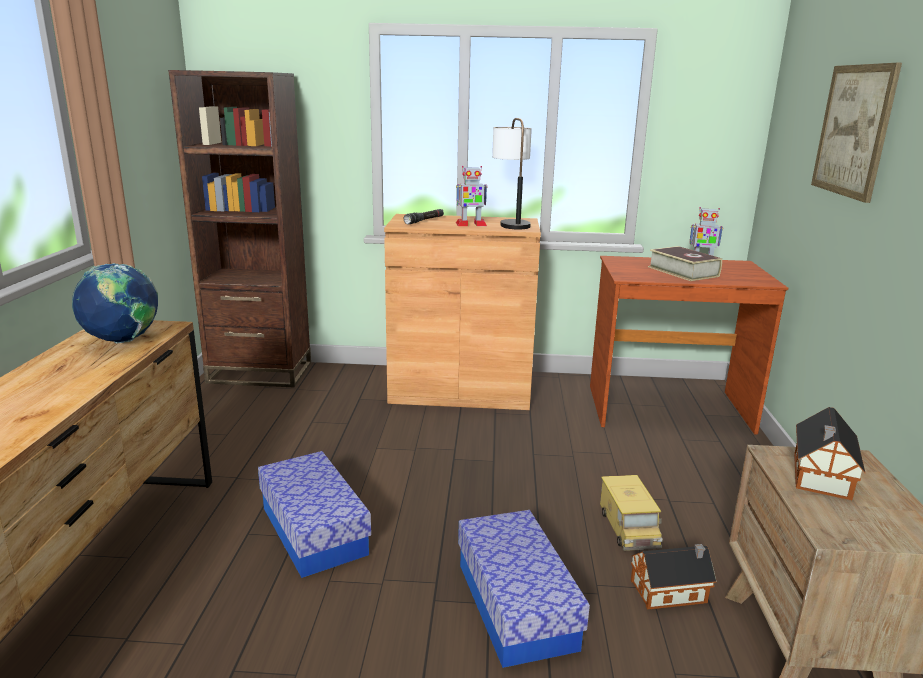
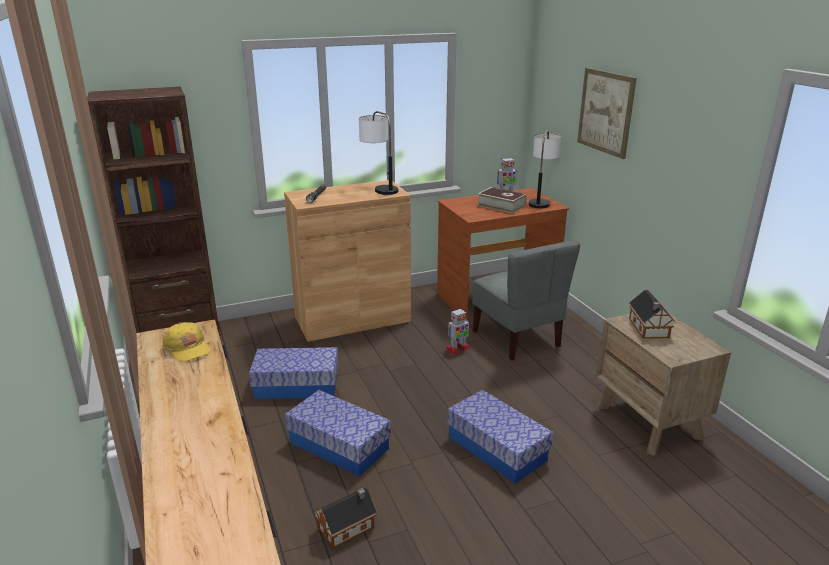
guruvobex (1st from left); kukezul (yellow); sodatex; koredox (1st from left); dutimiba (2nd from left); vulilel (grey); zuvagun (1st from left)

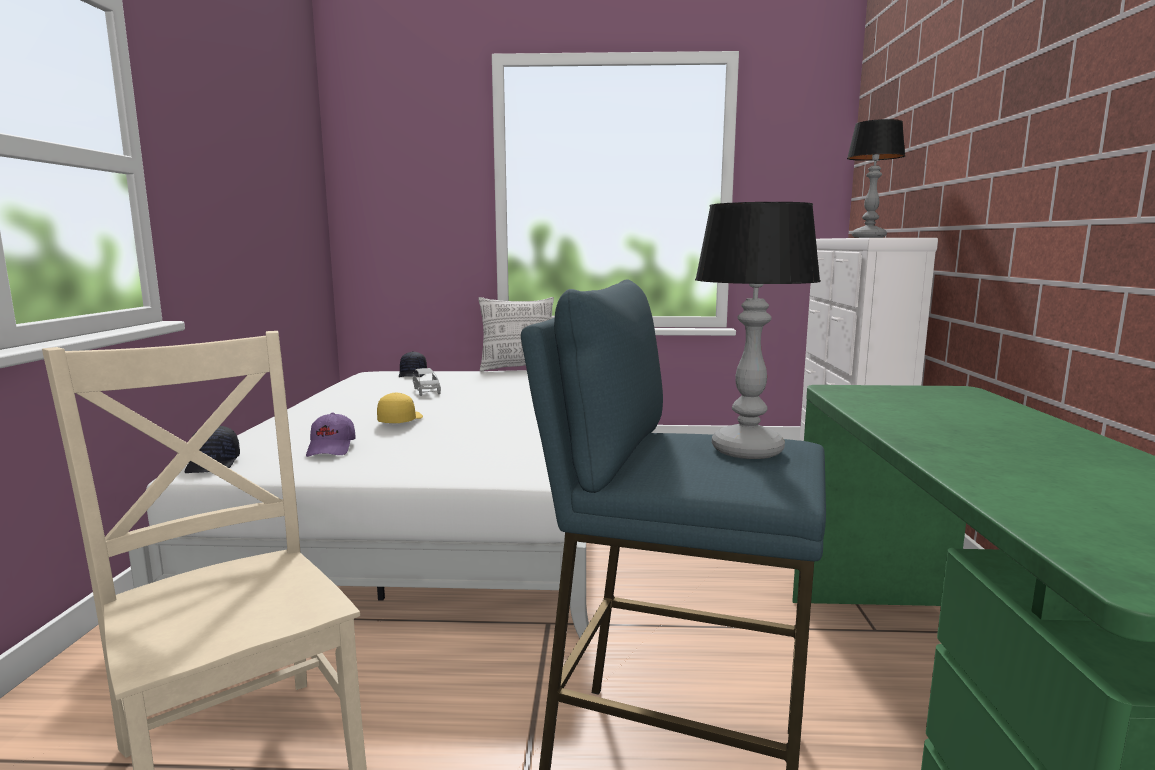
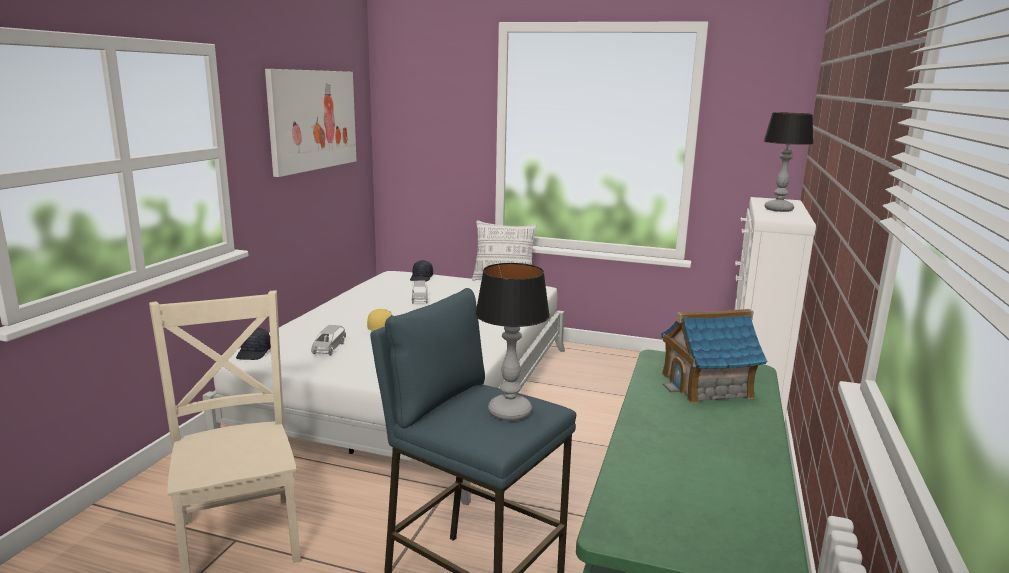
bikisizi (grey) (1st from left); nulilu; koredox

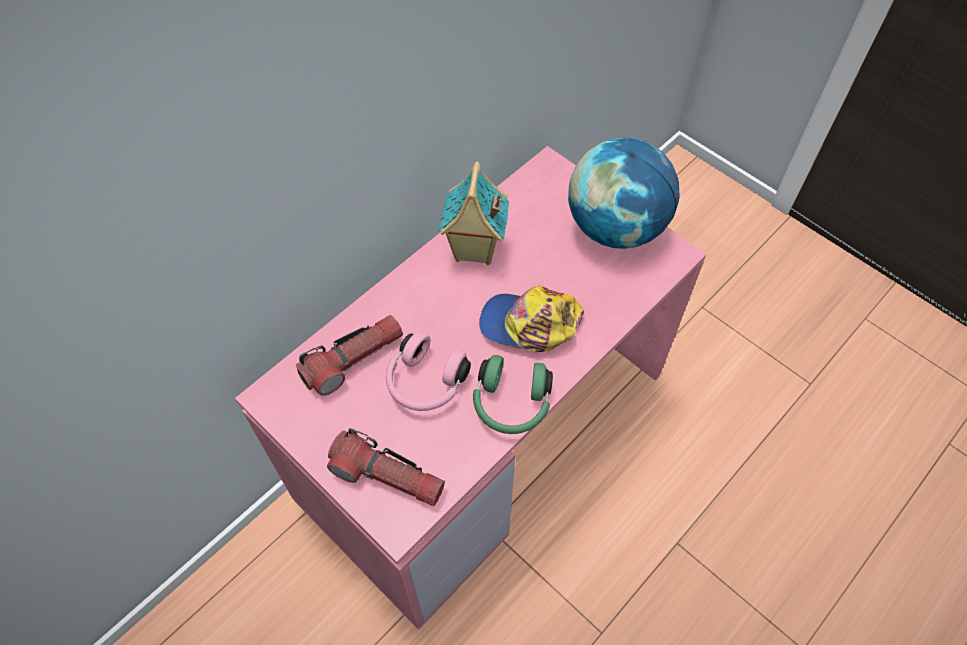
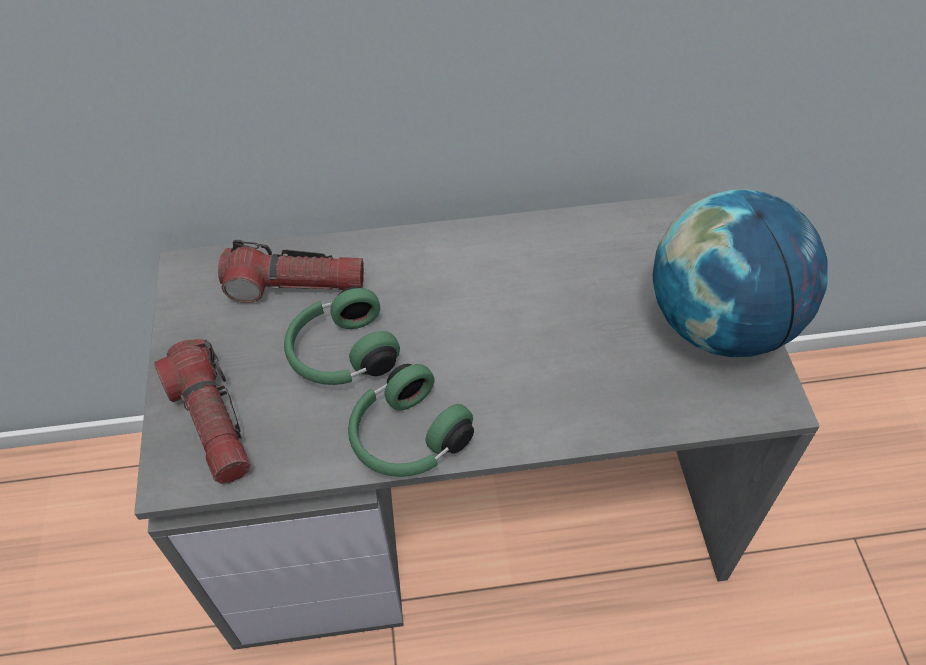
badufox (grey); koredox; kukezul; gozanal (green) (1st from left)

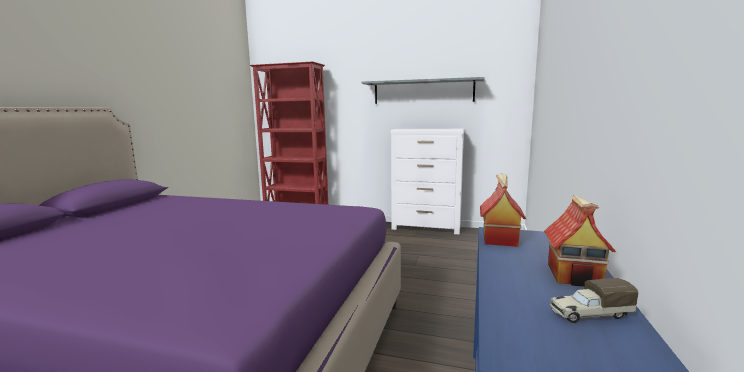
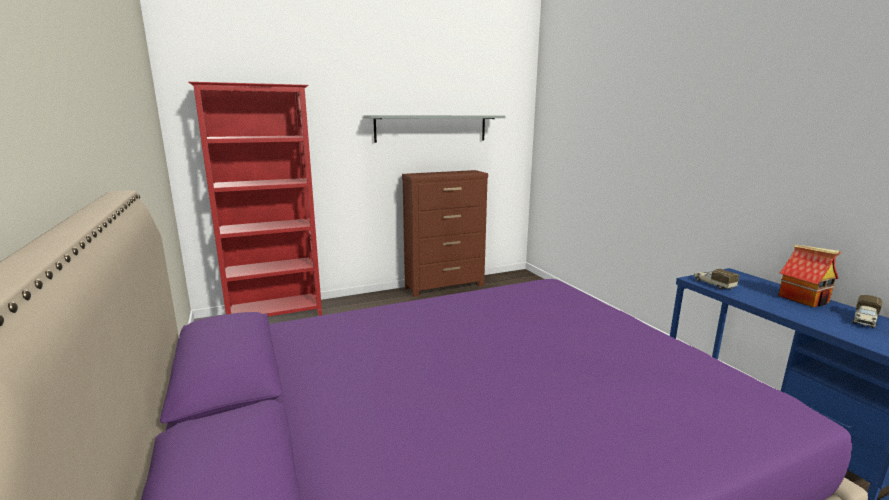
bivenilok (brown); sodatex (1st from left)

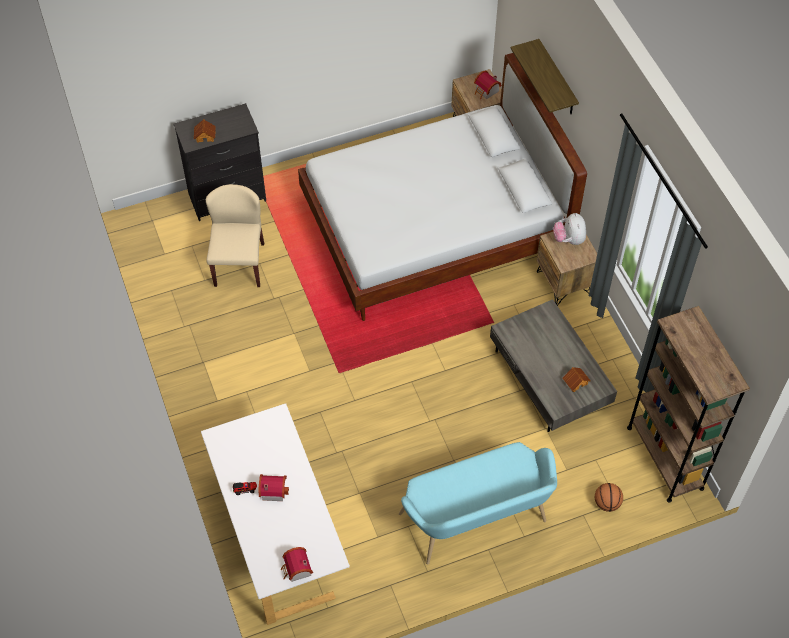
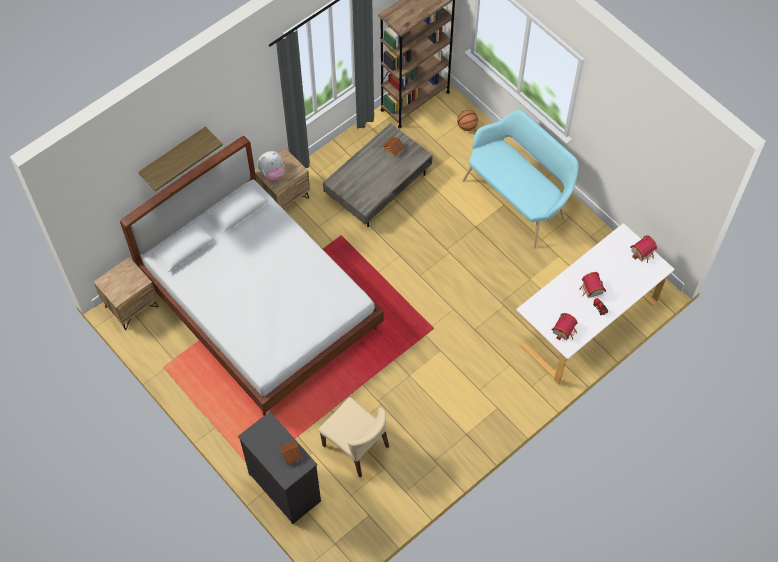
koredox (3rd from left); vulilel (beige)

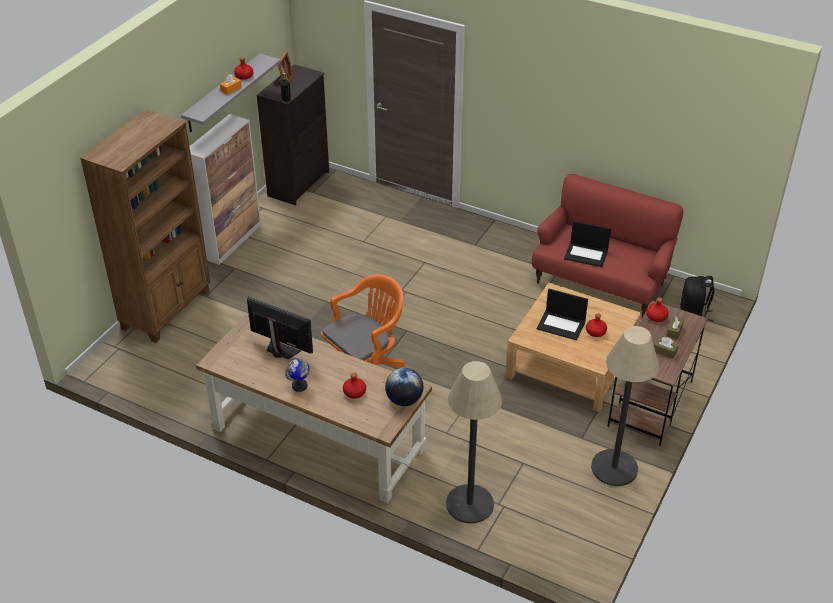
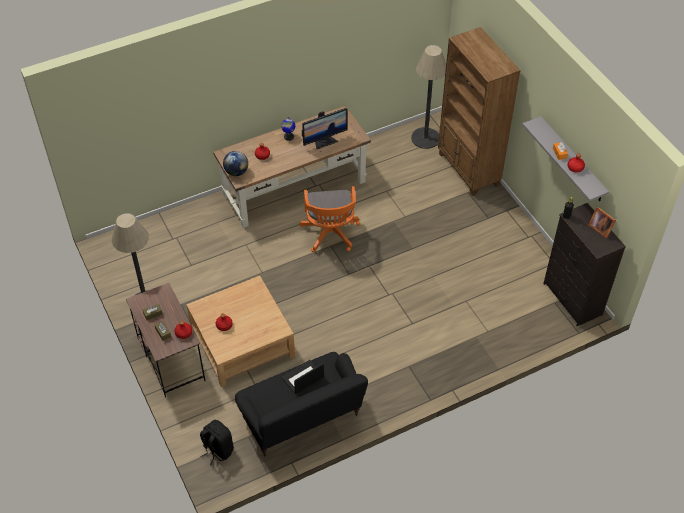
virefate; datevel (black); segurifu (1st from left in the first image); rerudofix (2nd from left)

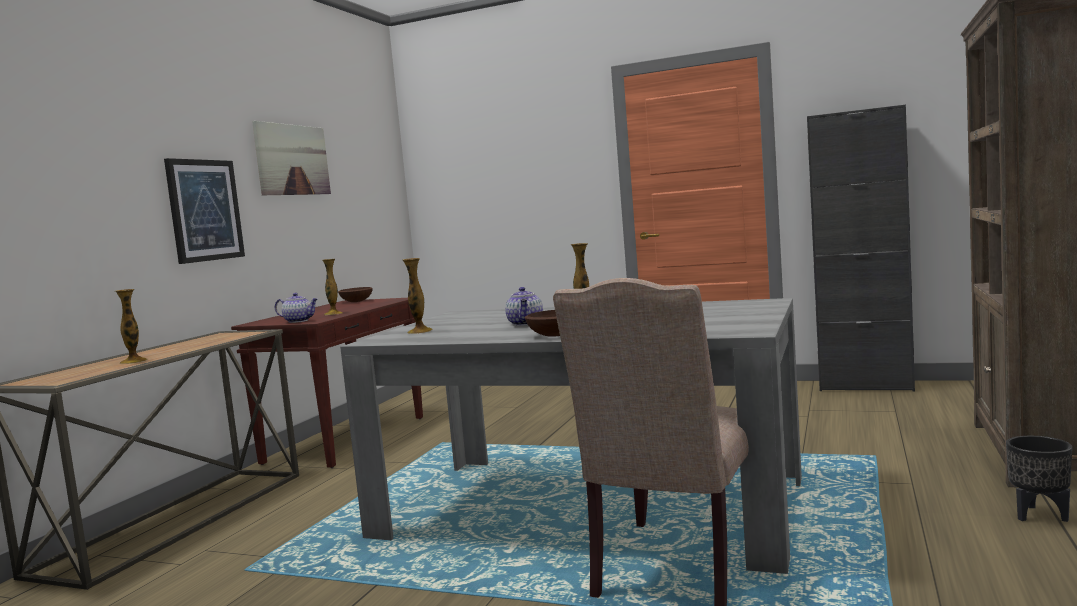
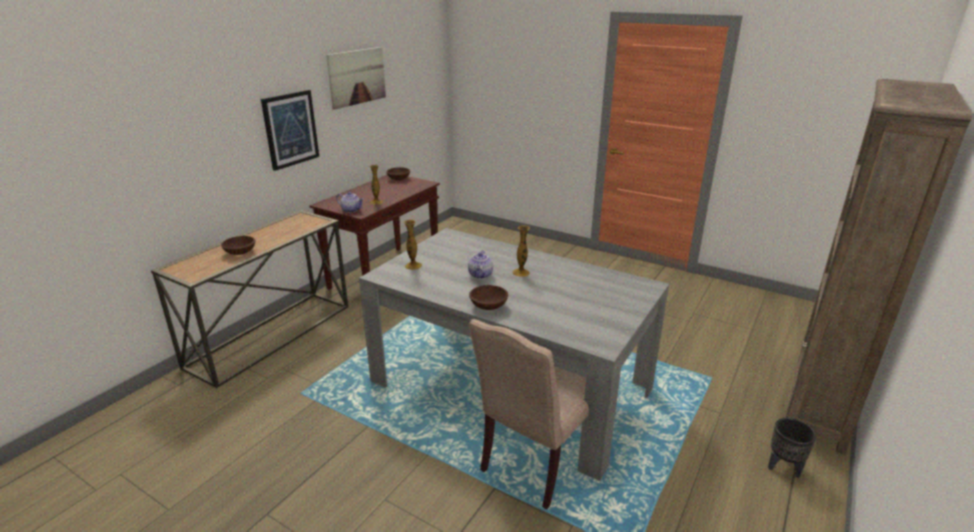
virefate (black); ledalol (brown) (1st from left)

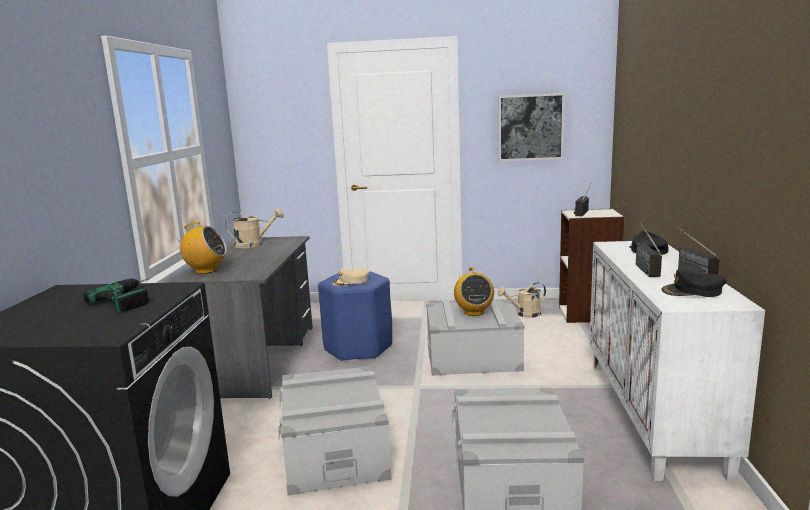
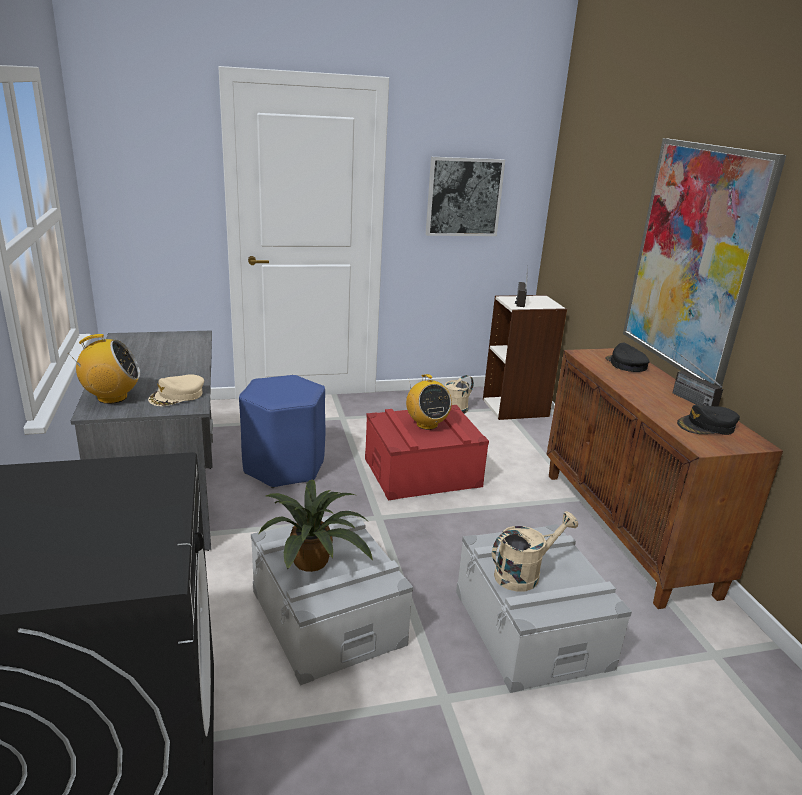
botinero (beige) (2nd from left); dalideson (4th from left in the first image); virefate (brown); kukezul (beige); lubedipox; zuvagun (red); nulilu (2nd from left); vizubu

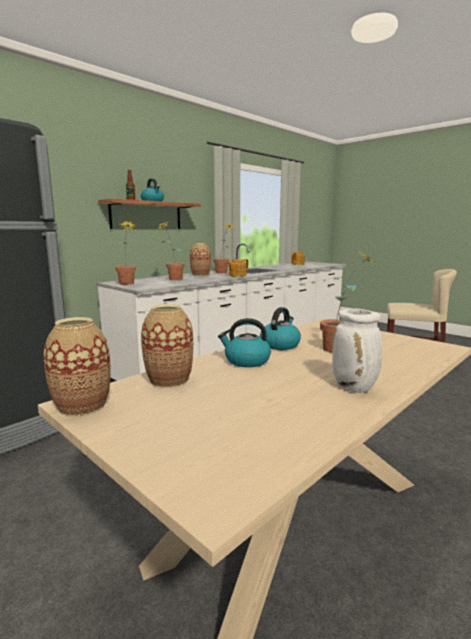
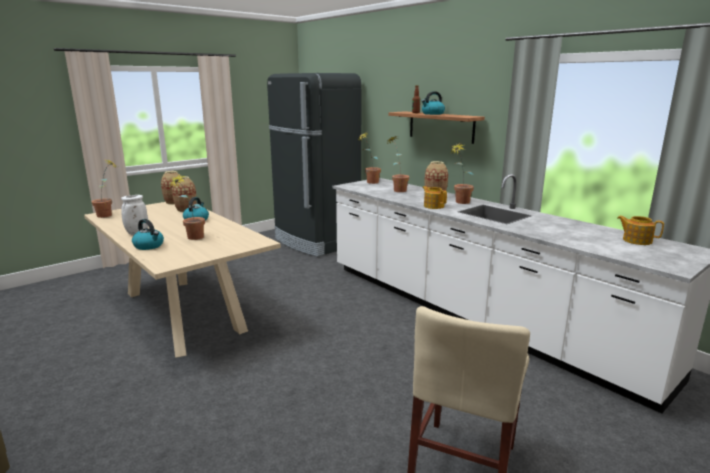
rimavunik (1st from left); vizubu (1st from left)

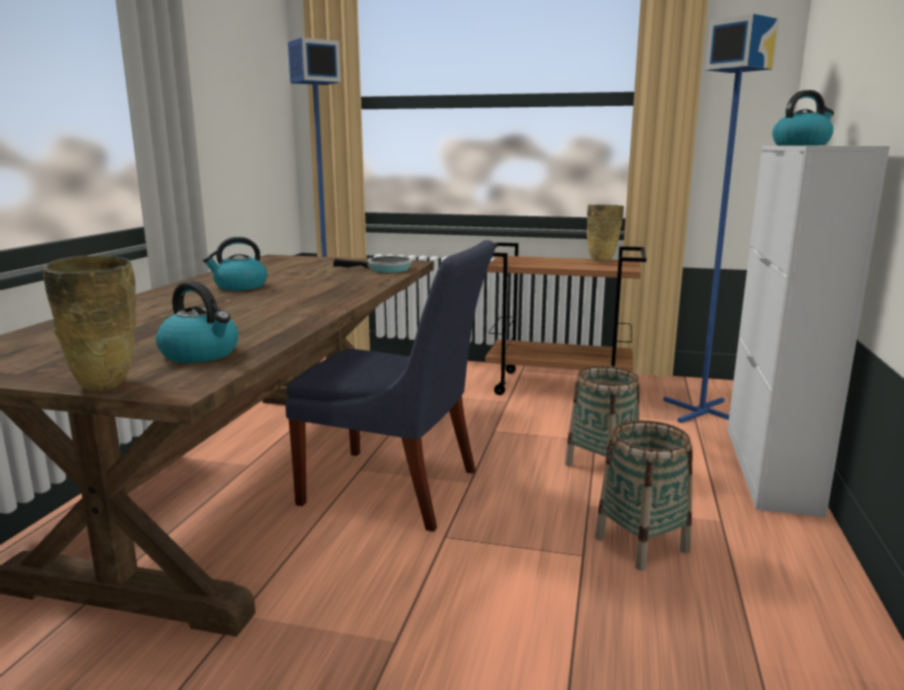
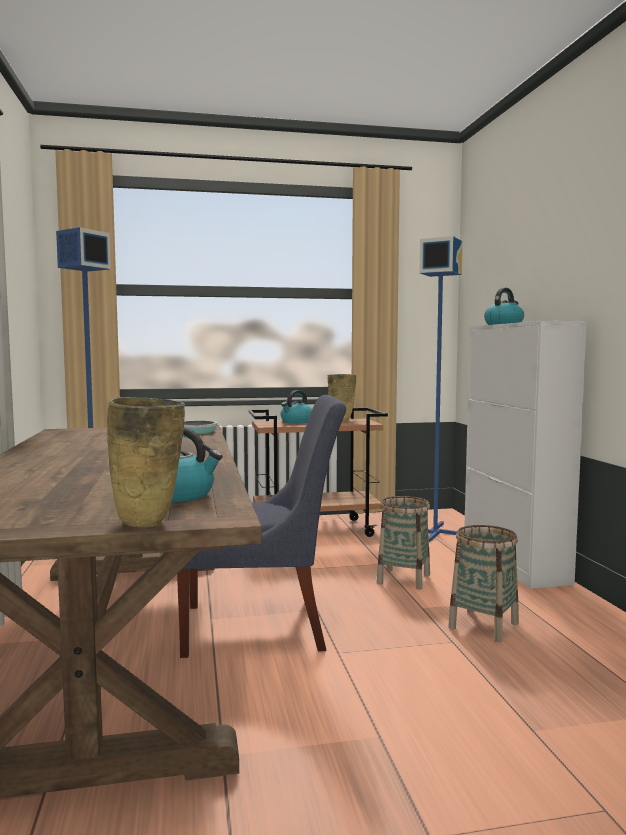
rimavunik (2nd from left)

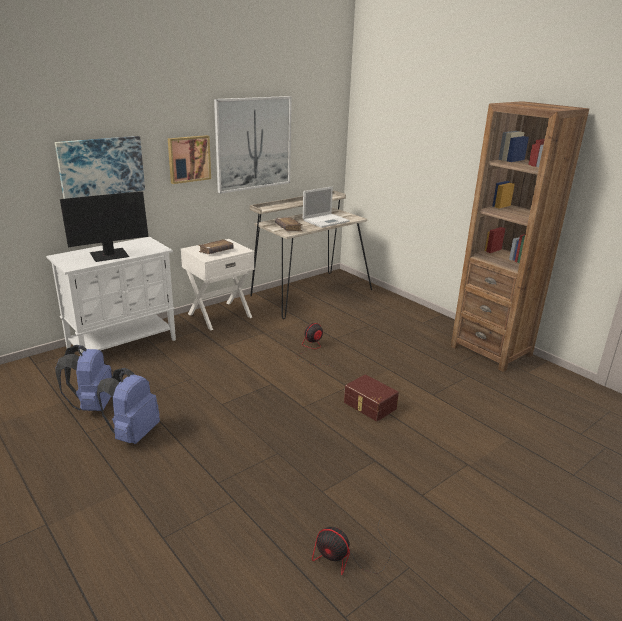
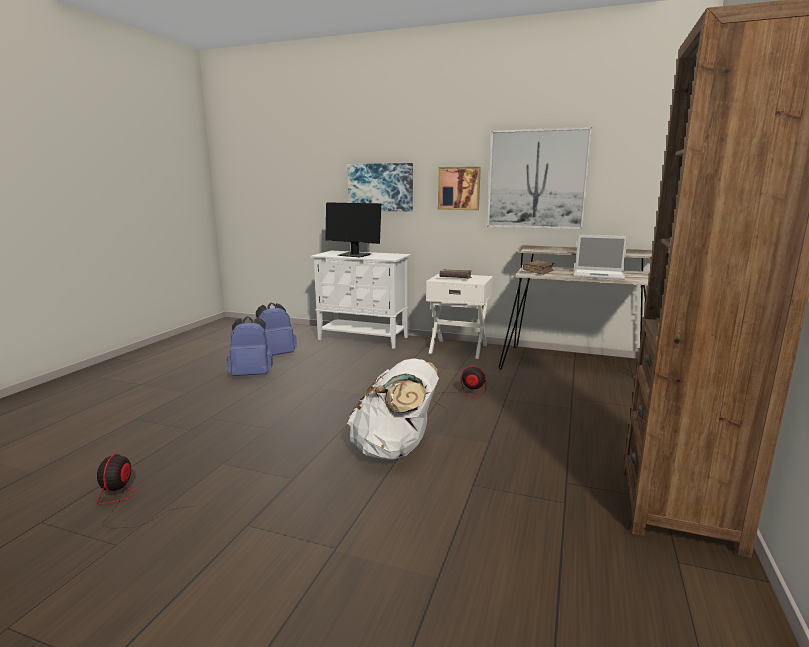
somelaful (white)

